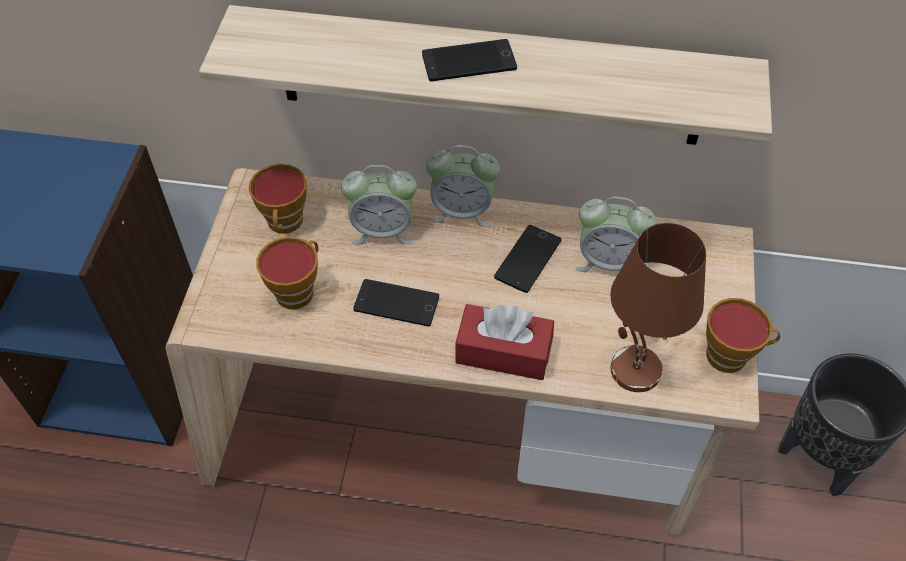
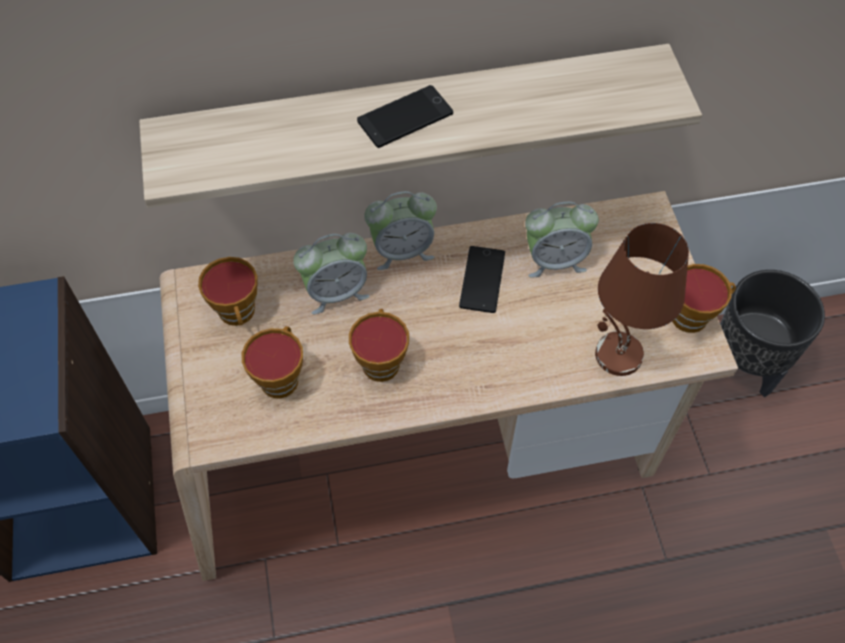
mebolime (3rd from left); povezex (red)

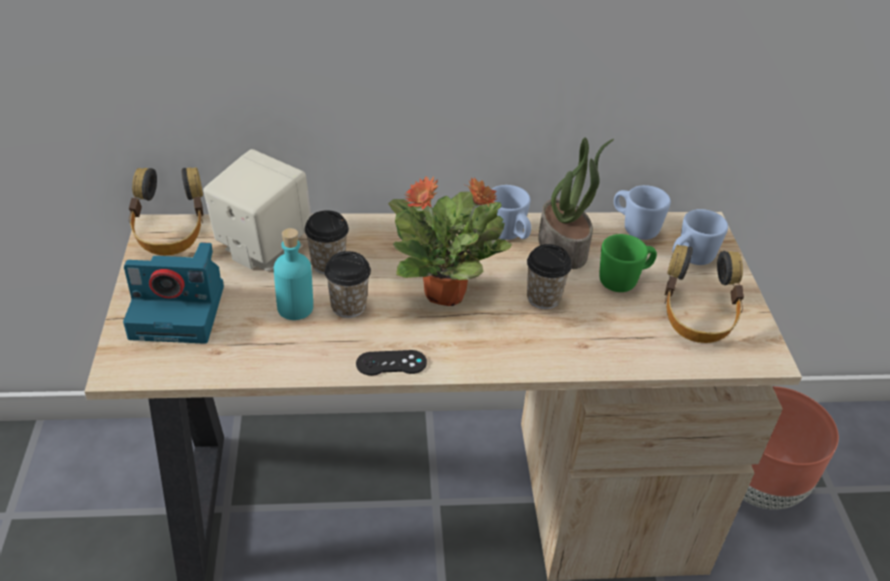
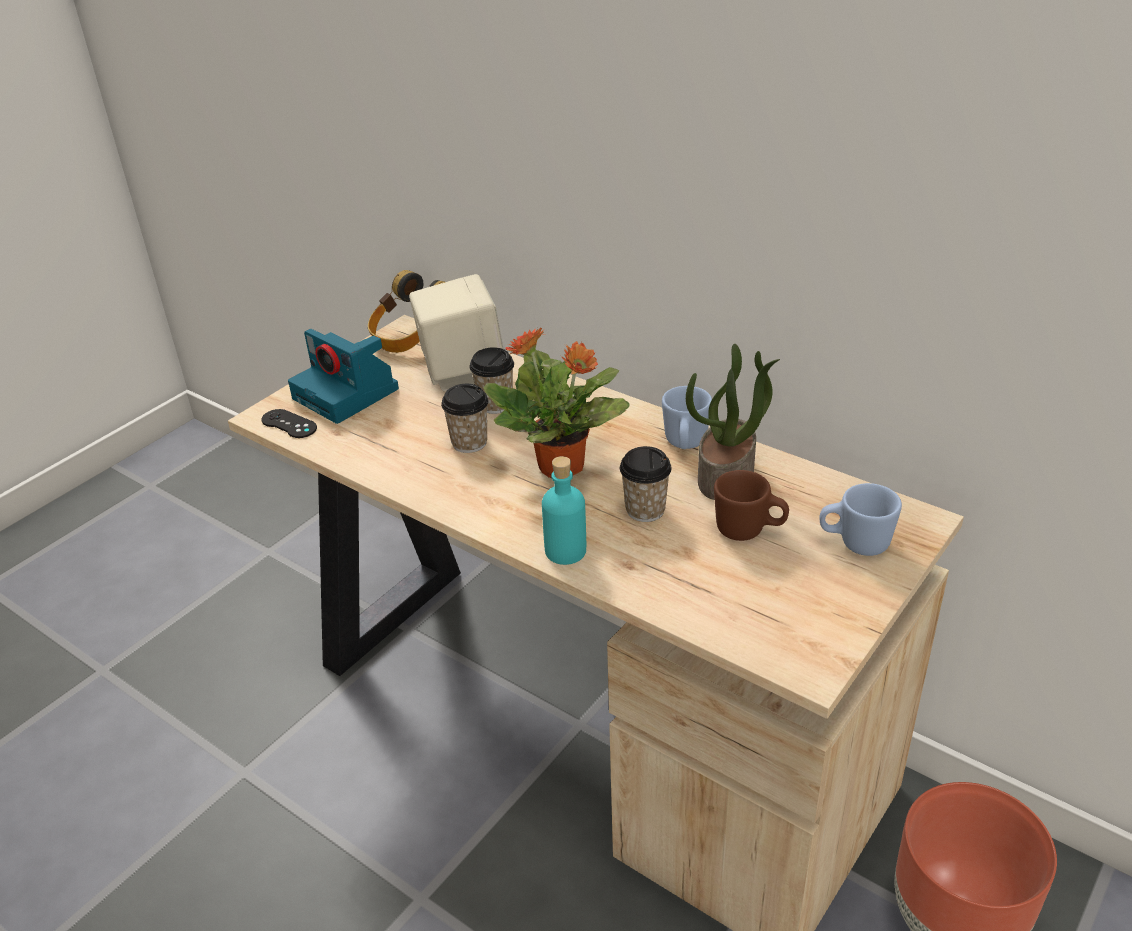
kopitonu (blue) (2nd from left in the first image); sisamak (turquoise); kopitonu (brown); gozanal (2nd from left in the first image); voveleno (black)

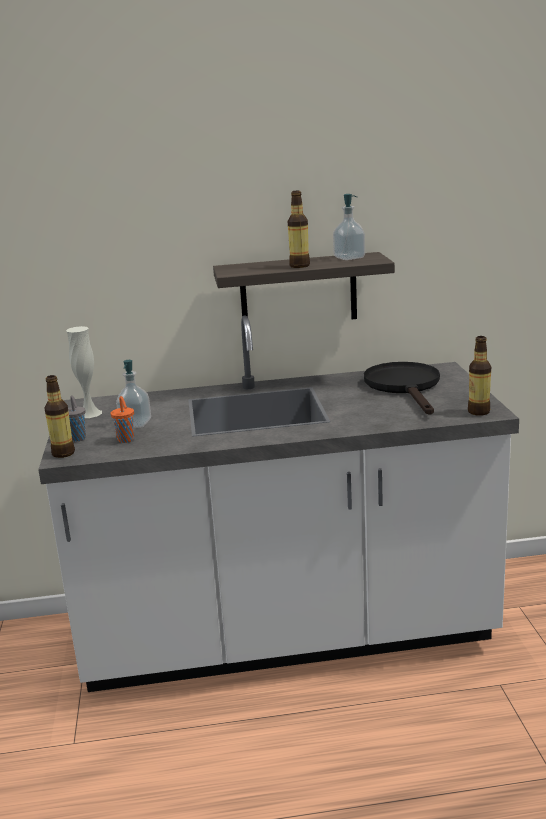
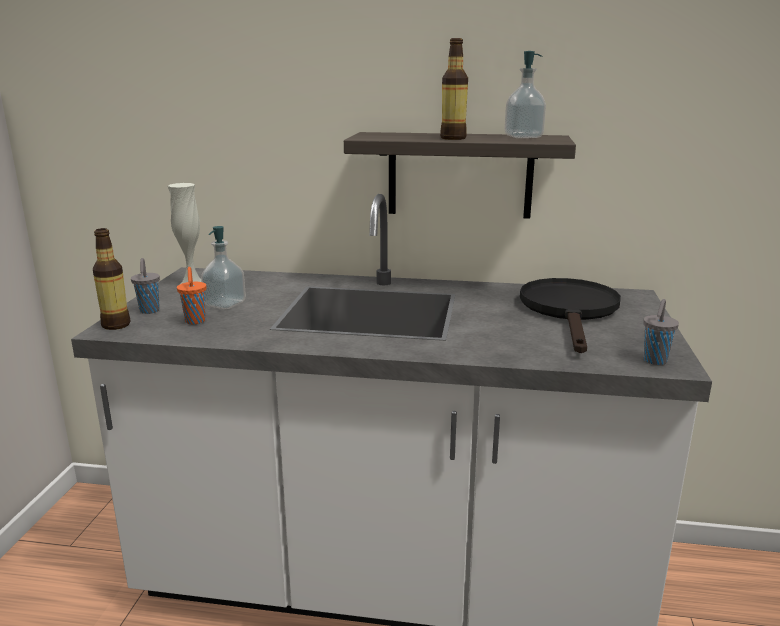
mebolime (grey) (2nd from left)

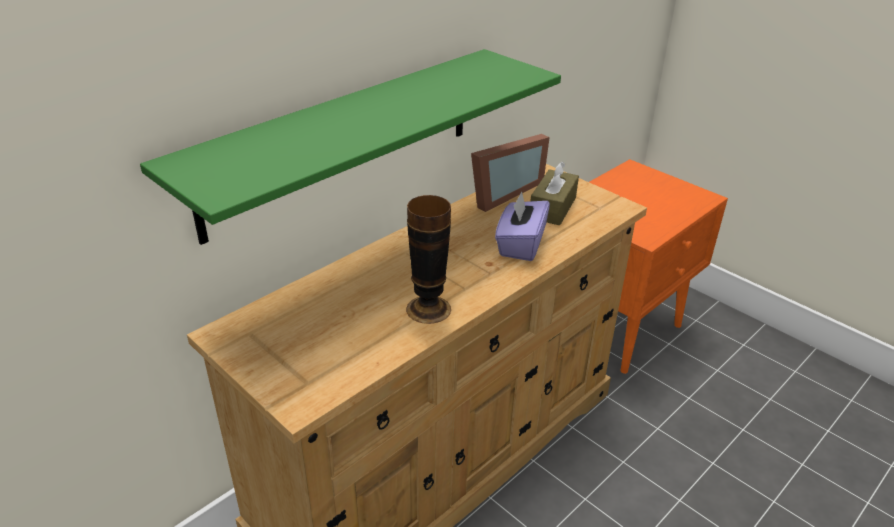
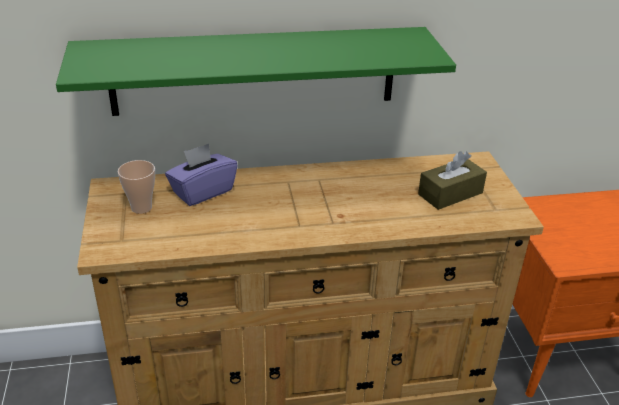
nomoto; povezex (purple); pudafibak; mebolime

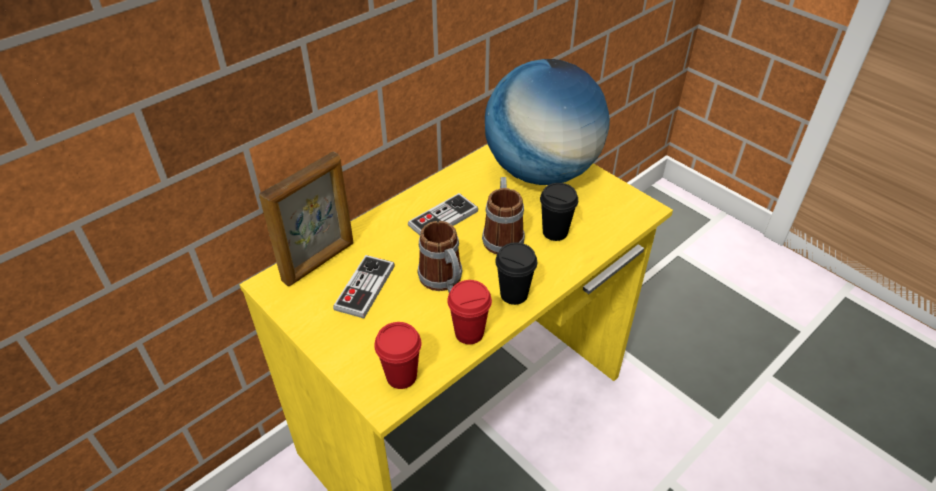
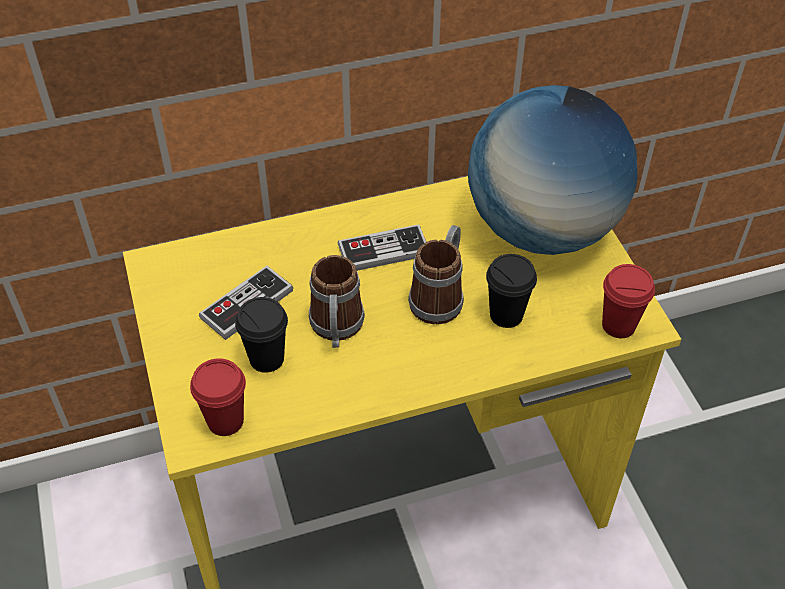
nomoto; mebolime (black) (1st from left); mebolime (red) (2nd from left)

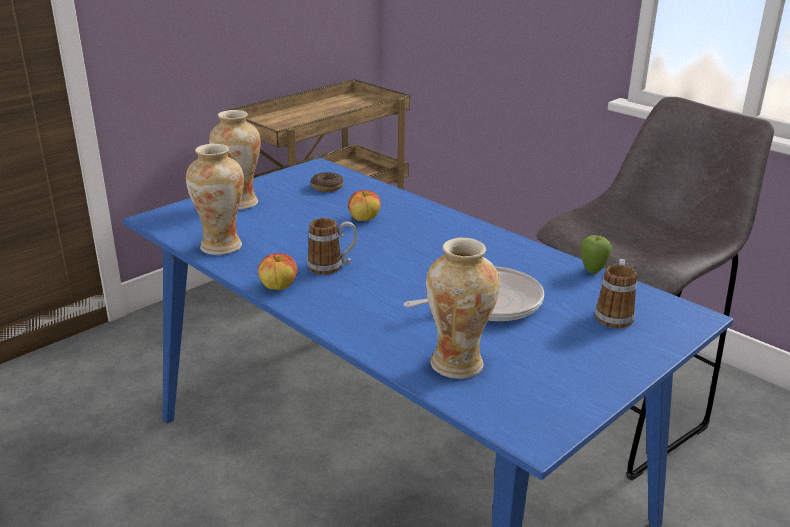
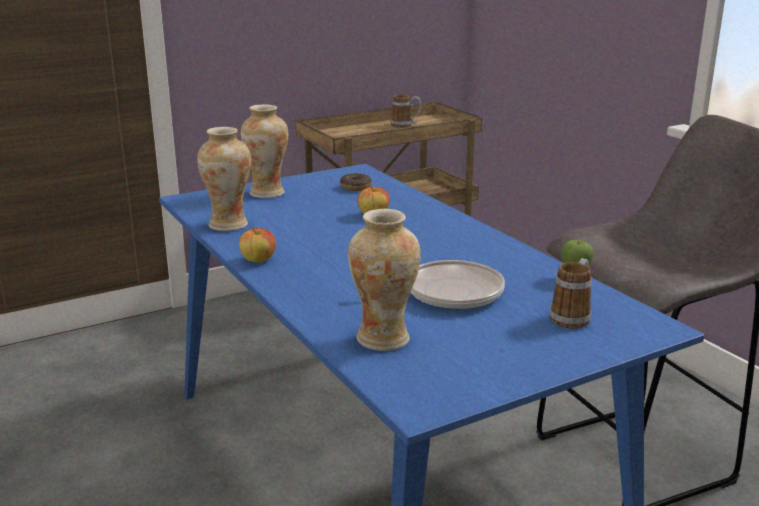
kopitonu (1st from left)

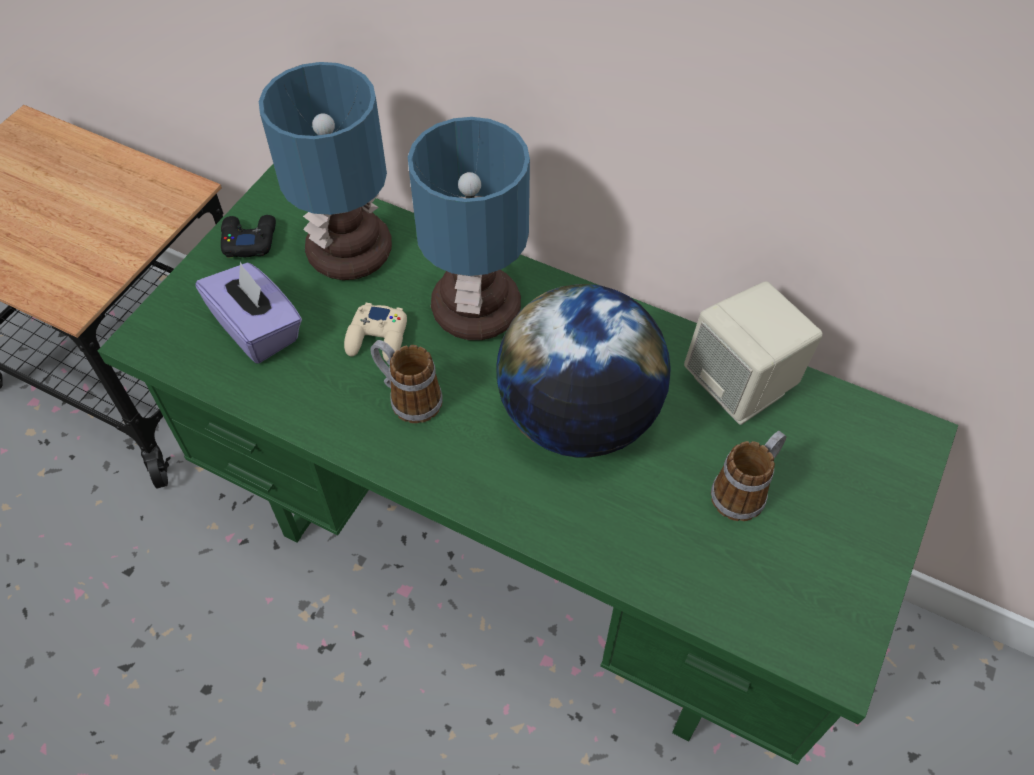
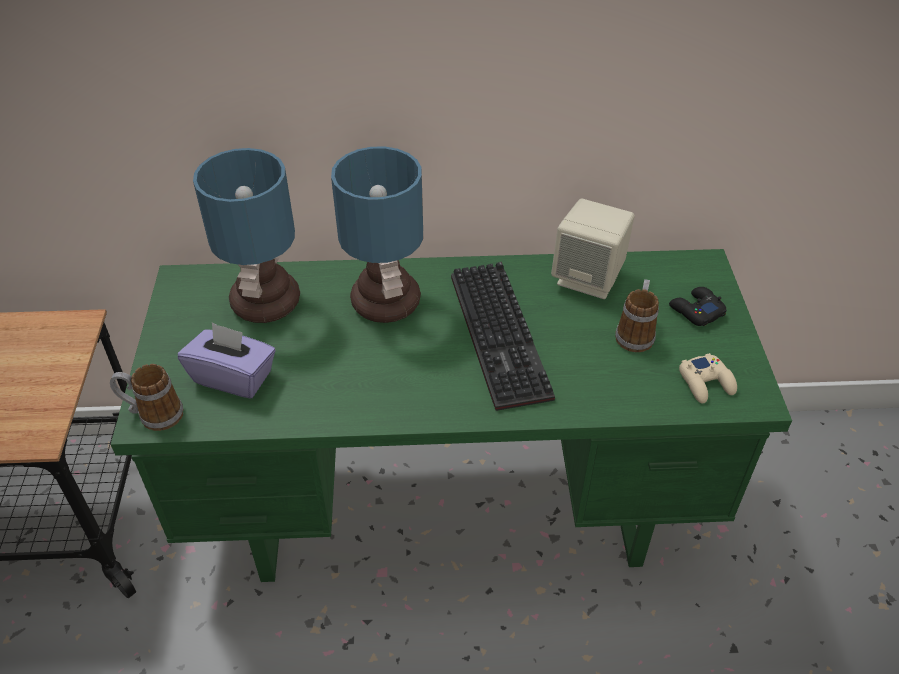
voveleno (black); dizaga; voveleno (beige); kopitonu (1st from left)

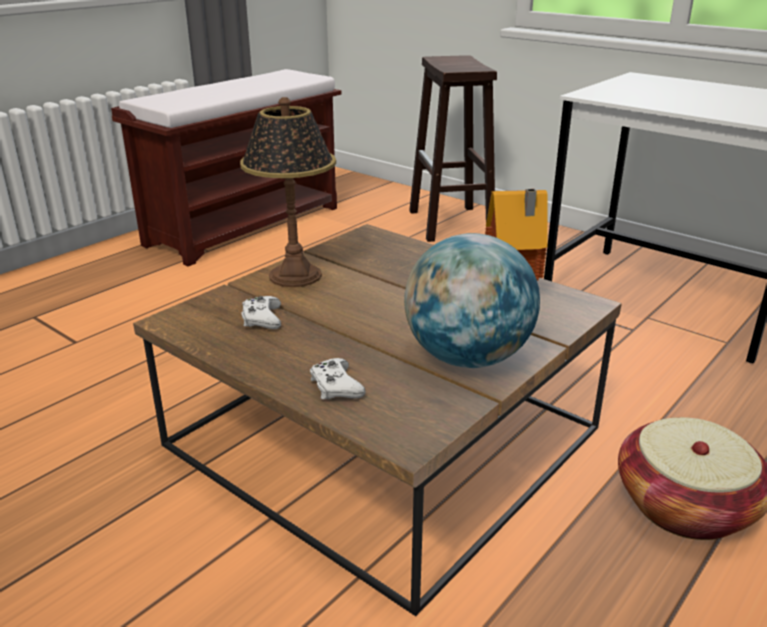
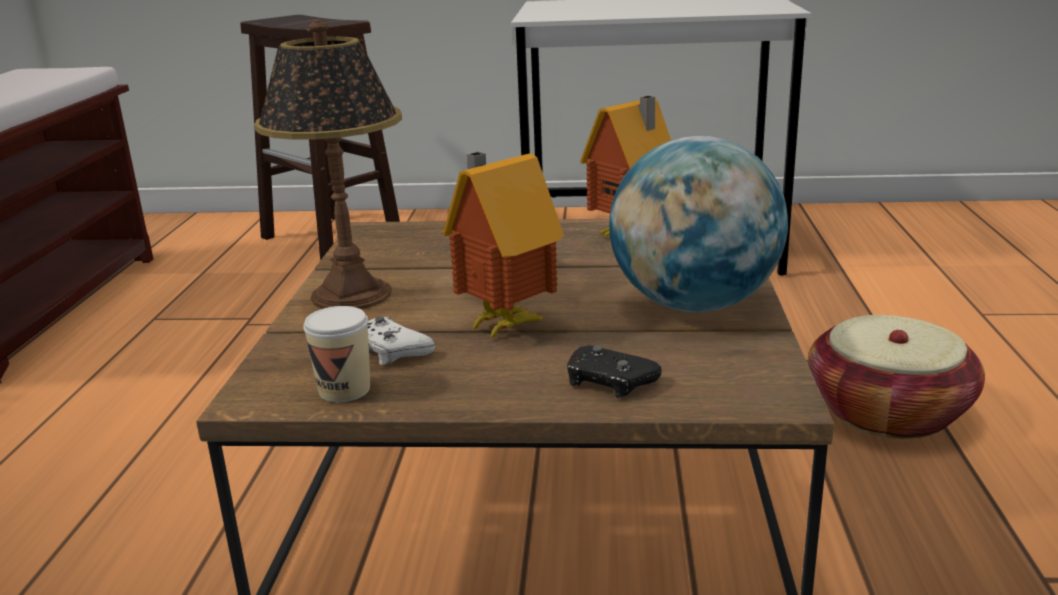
voveleno (black); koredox (1st from left); mebolime

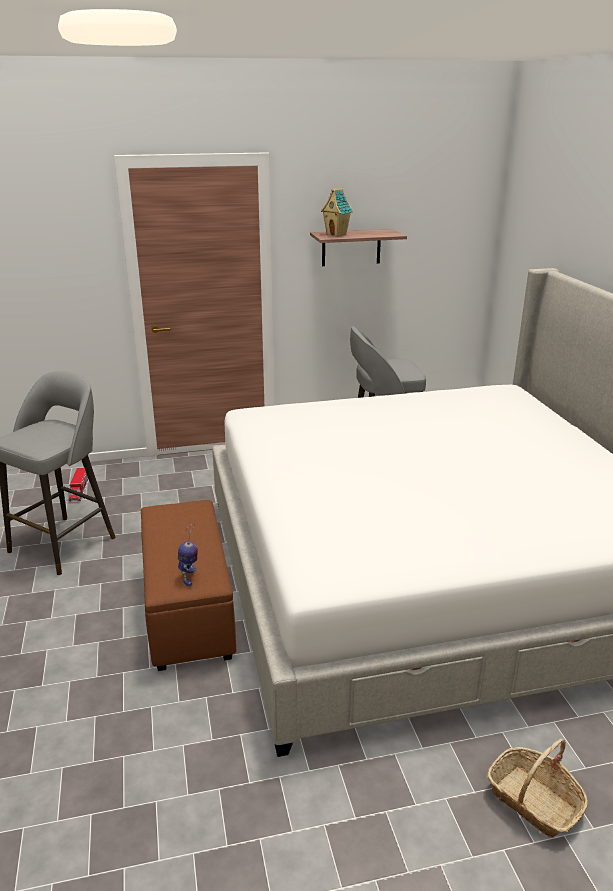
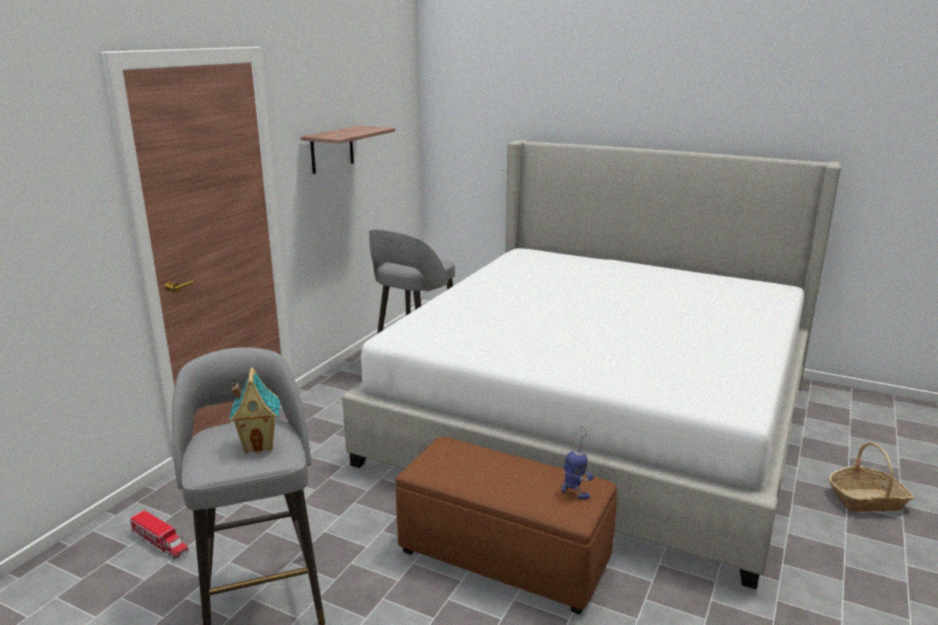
koredox

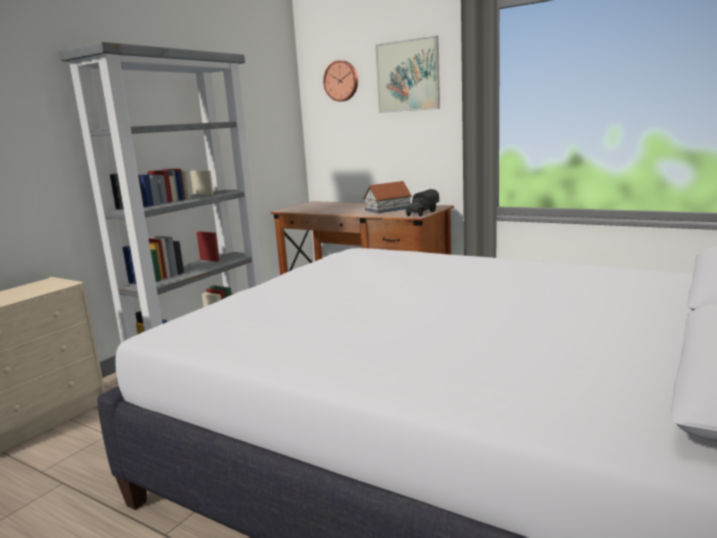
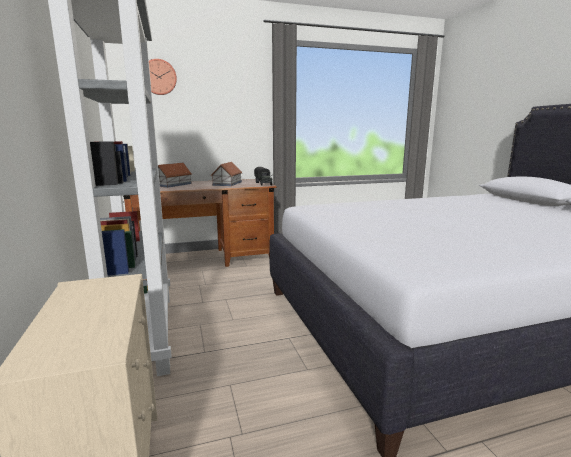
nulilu; koredox (1st from left)

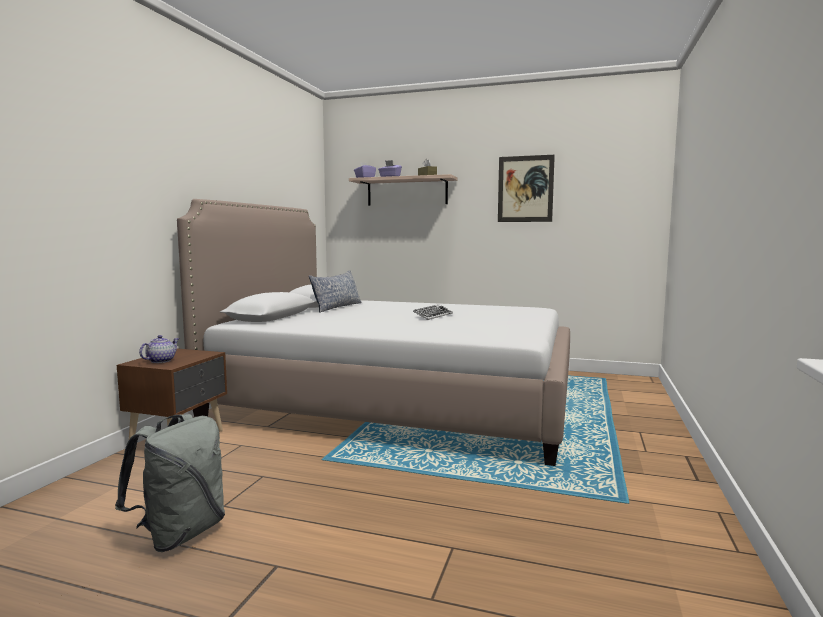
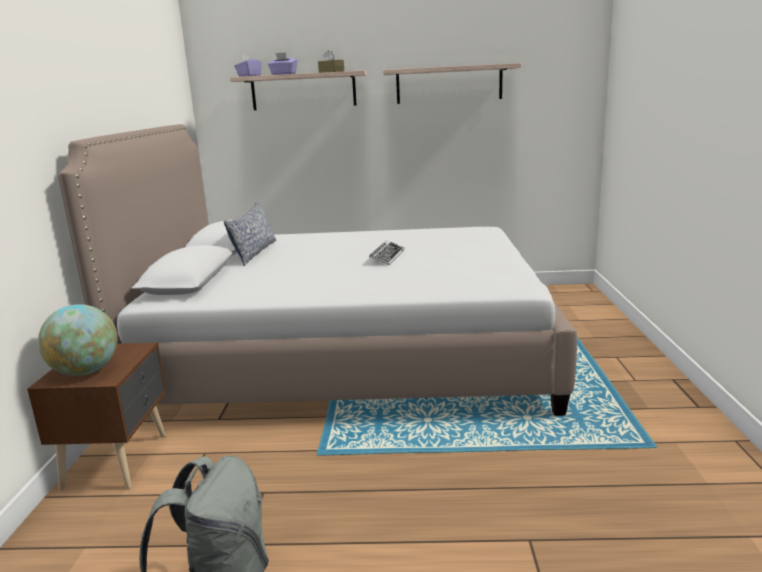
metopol (2nd from left); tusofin

